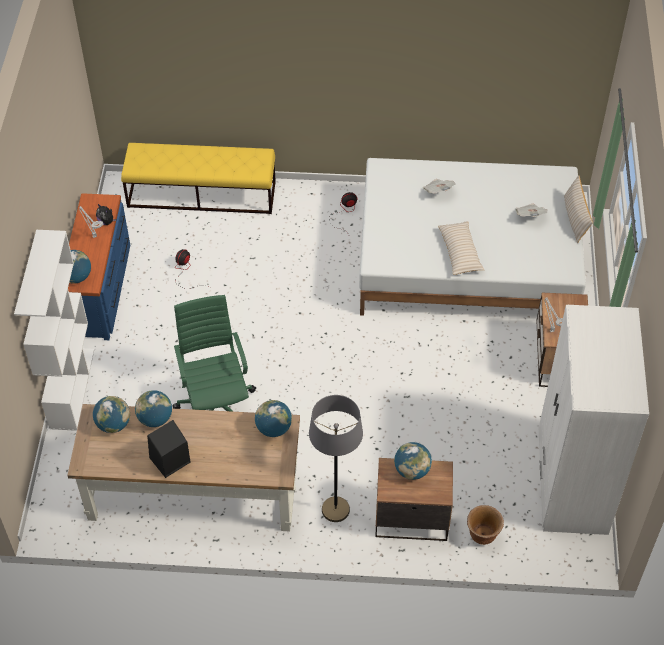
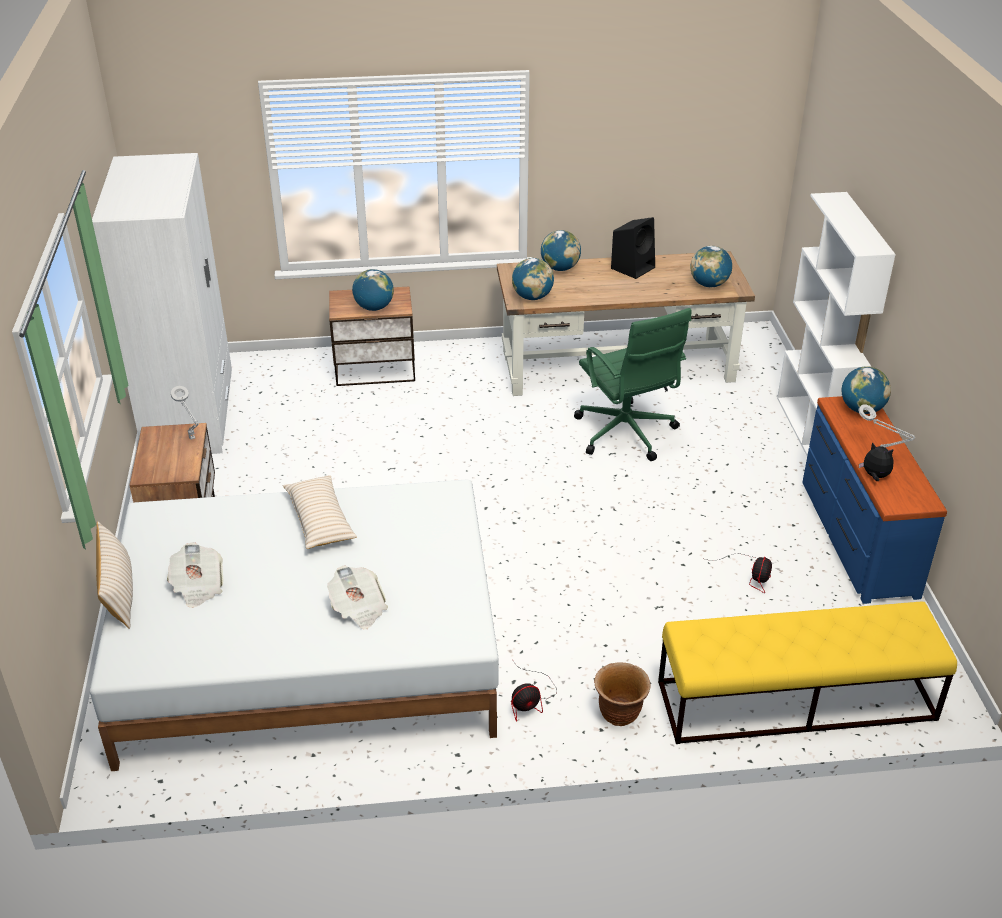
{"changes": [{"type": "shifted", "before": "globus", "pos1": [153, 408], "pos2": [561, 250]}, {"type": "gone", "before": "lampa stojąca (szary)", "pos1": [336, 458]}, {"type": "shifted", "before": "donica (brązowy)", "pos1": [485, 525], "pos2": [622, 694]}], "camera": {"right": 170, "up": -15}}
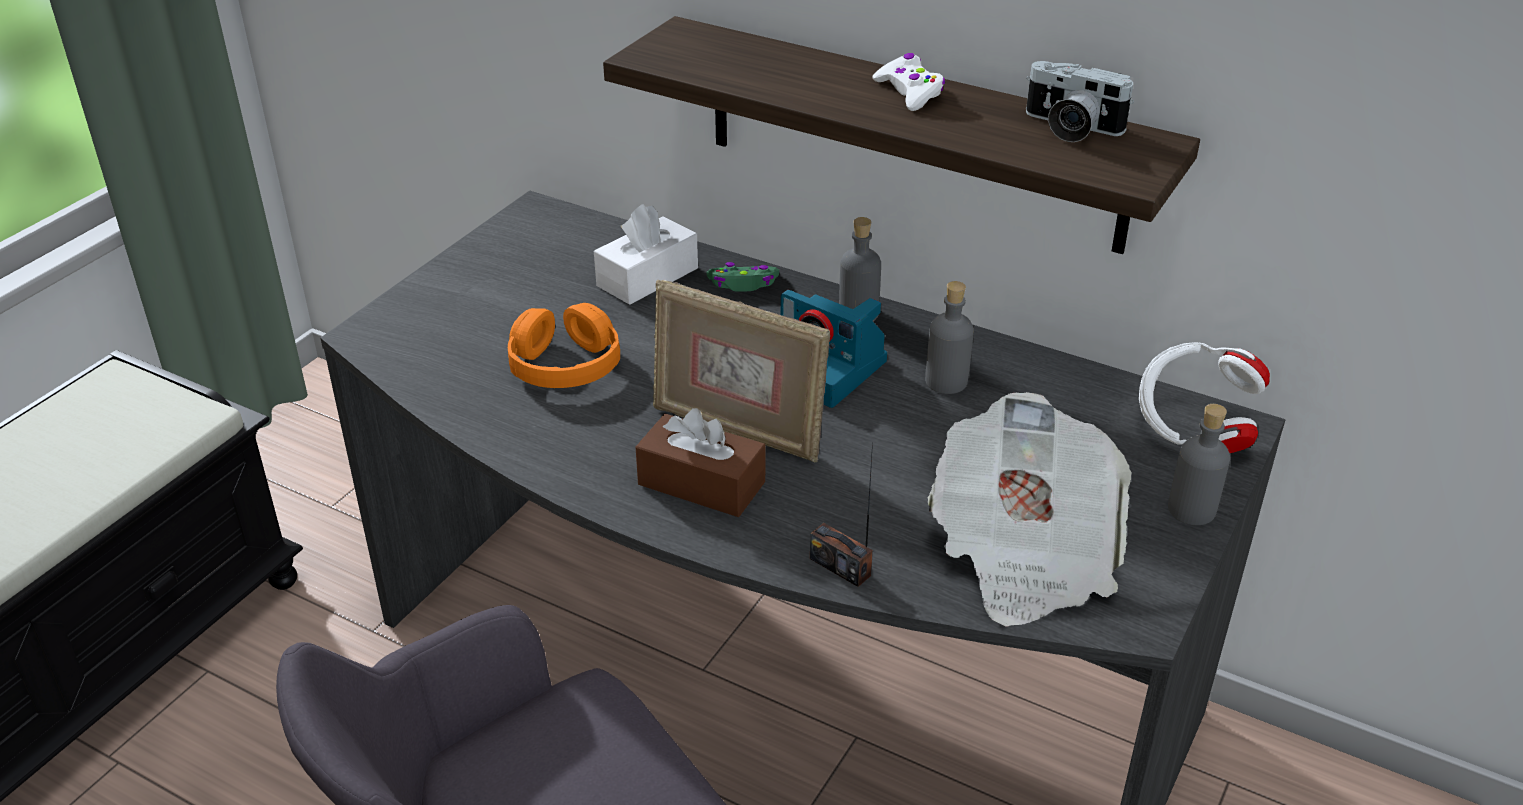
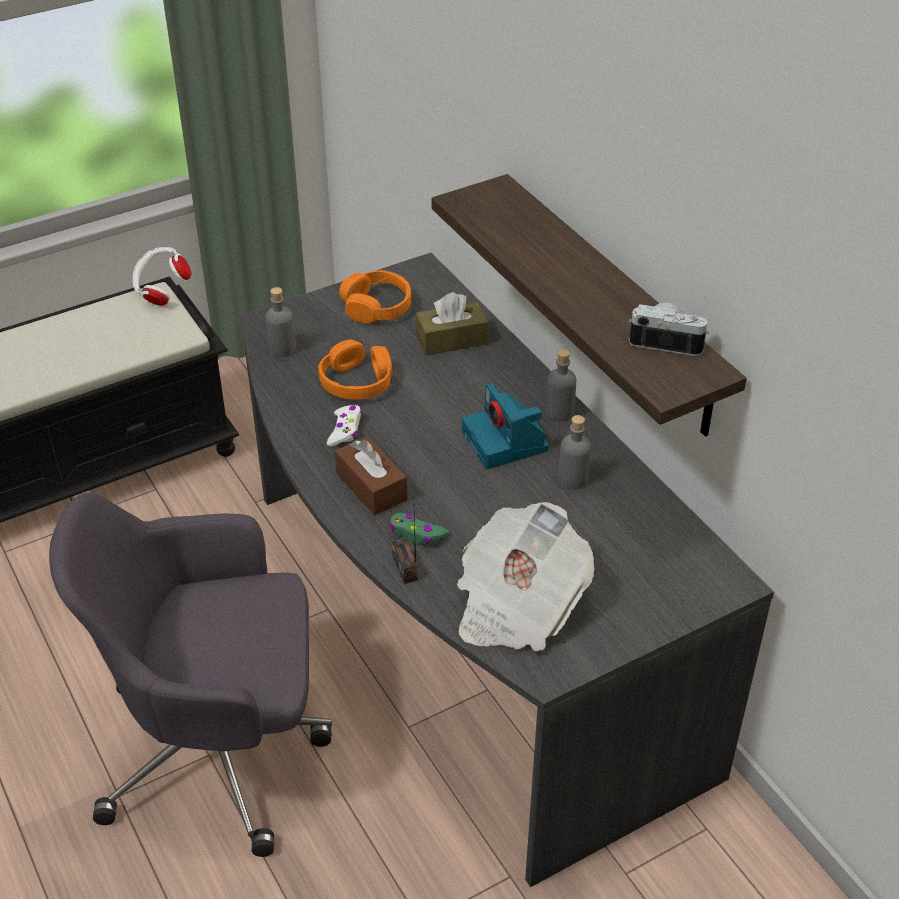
{"changes": [{"type": "shifted", "before": "pad do gier (biały)", "pos1": [908, 82], "pos2": [344, 426]}, {"type": "rotated", "before": "aparat fotograficzny", "pos1": [1080, 101], "pos2": [669, 329], "turn": 135}, {"type": "repainted", "before": "pudełko chusteczek (biały)", "after": "pudełko chusteczek (brązowy)", "pos1": [646, 254], "pos2": [452, 323]}, {"type": "shifted", "before": "pad do gier (zielony)", "pos1": [743, 277], "pos2": [419, 529]}, {"type": "gone", "before": "ramka na zdjęcie", "pos1": [741, 370]}, {"type": "shifted", "before": "słuchawki (biały)", "pos1": [1204, 397], "pos2": [162, 276]}, {"type": "shifted", "before": "butelka (szary)", "pos1": [1199, 464], "pos2": [280, 322]}, {"type": "new", "after": "słuchawki (pomarańczowy)", "pos2": [375, 297]}], "camera": {"right": 30, "up": 5}}
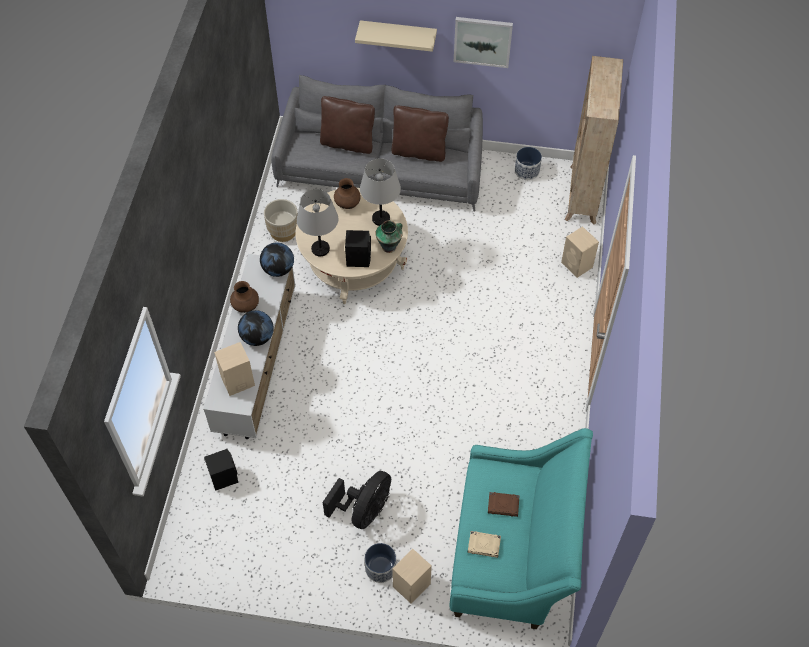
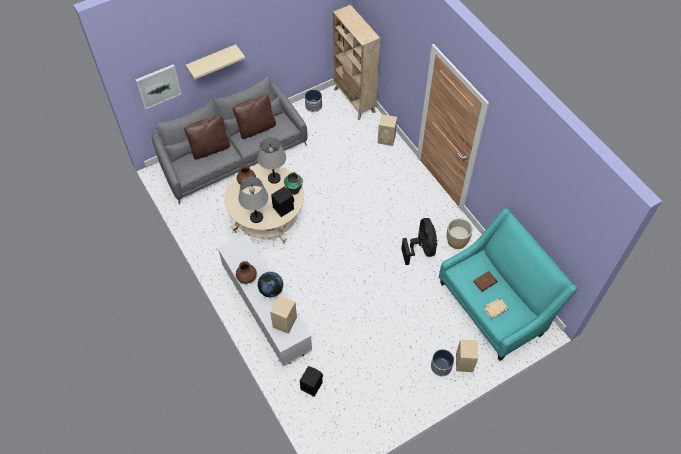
{"changes": [{"type": "shifted", "before": "obraz", "pos1": [483, 42], "pos2": [159, 87]}, {"type": "shifted", "before": "donica (beżowy)", "pos1": [281, 220], "pos2": [459, 233]}, {"type": "gone", "before": "globus", "pos1": [277, 259]}, {"type": "shifted", "before": "wentylator (czarny)", "pos1": [357, 500], "pos2": [419, 241]}], "camera": {"right": -40, "up": 0}}
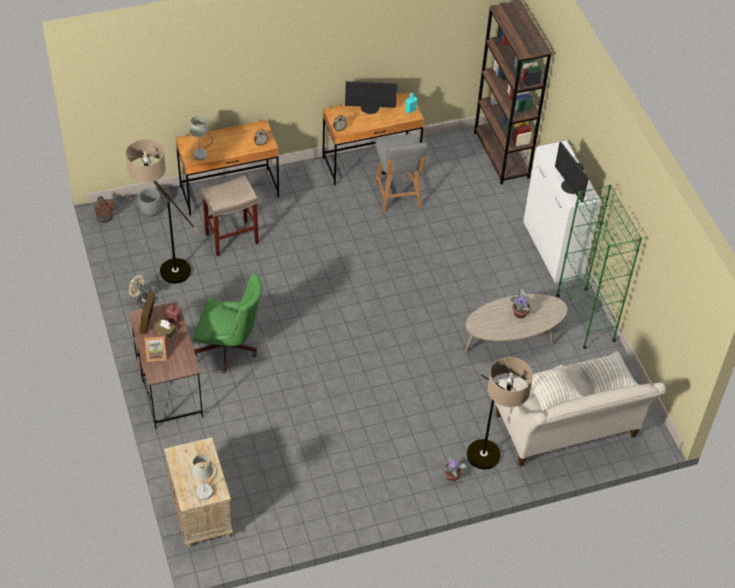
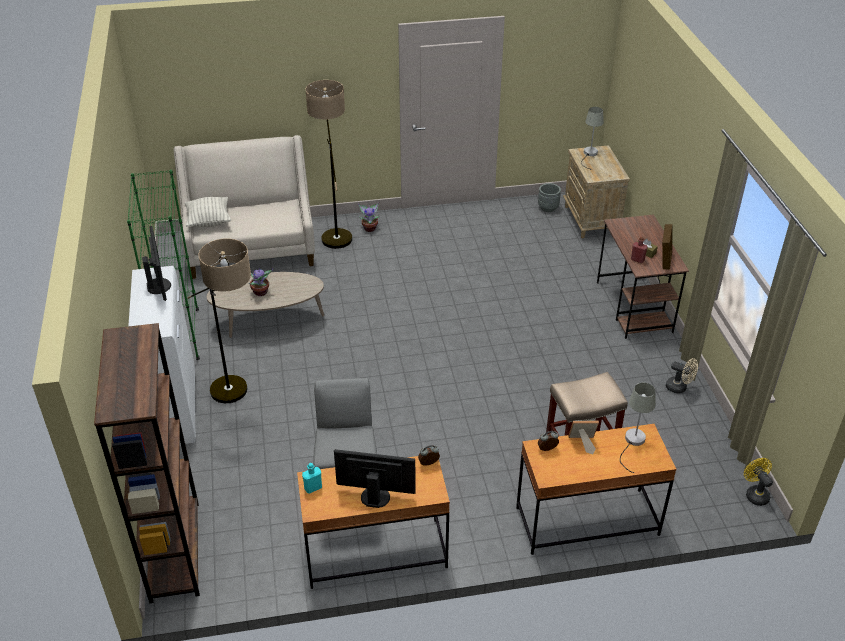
{"changes": [{"type": "shifted", "before": "lampa stojąca", "pos1": [162, 211], "pos2": [219, 320]}, {"type": "shifted", "before": "donica (szary)", "pos1": [149, 202], "pos2": [549, 197]}, {"type": "repainted", "before": "wentylator (brązowy)", "after": "wentylator (żółty)", "pos1": [105, 209], "pos2": [758, 482]}, {"type": "gone", "before": "krzesło biurowe (zielony)", "pos1": [227, 324]}, {"type": "shifted", "before": "ramka na zdjęcie", "pos1": [156, 349], "pos2": [583, 437]}, {"type": "gone", "before": "poduszka", "pos1": [552, 388]}], "camera": {"right": -170, "up": -10}}
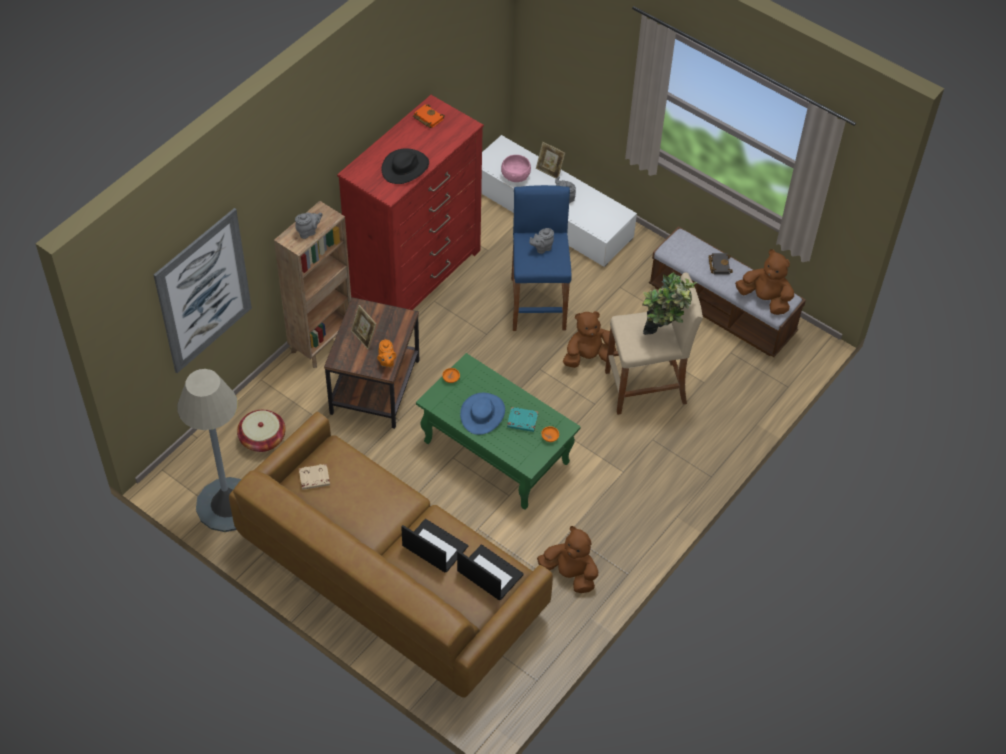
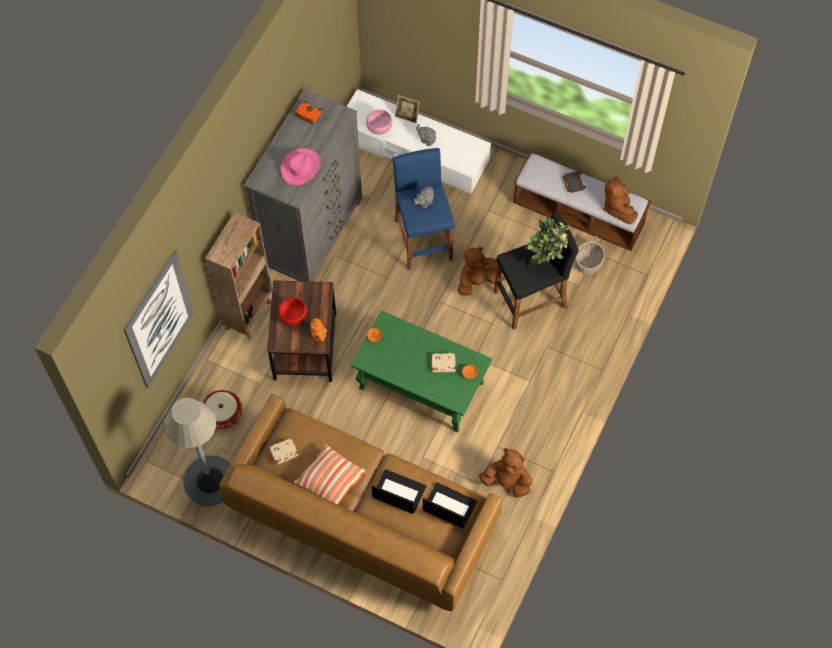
{"changes": [{"type": "repainted", "before": "komoda (czerwony)", "after": "komoda (szary)", "pos1": [410, 202], "pos2": [303, 186]}, {"type": "repainted", "before": "kapelusz (czarny)", "after": "kapelusz (różowy)", "pos1": [405, 166], "pos2": [301, 166]}, {"type": "gone", "before": "imbryk (szary)", "pos1": [309, 225]}, {"type": "rotated", "before": "pluszak (brązowy)", "pos1": [764, 282], "pos2": [620, 200], "turn": -120}, {"type": "repainted", "before": "stołek (beżowy)", "after": "stołek (czarny)", "pos1": [654, 344], "pos2": [536, 270]}, {"type": "swapped", "before": "ramka na zdjęcie", "after": "miska (czerwony)", "pos1": [363, 327], "pos2": [293, 312]}, {"type": "gone", "before": "kapelusz (niebieski)", "pos1": [482, 414]}, {"type": "repainted", "before": "książka (turkusowy)", "after": "książka (beżowy)", "pos1": [522, 419], "pos2": [443, 362]}, {"type": "new", "after": "koszyk", "pos2": [590, 255]}, {"type": "new", "after": "poduszka", "pos2": [331, 474]}], "camera": {"right": -10, "up": 10}}
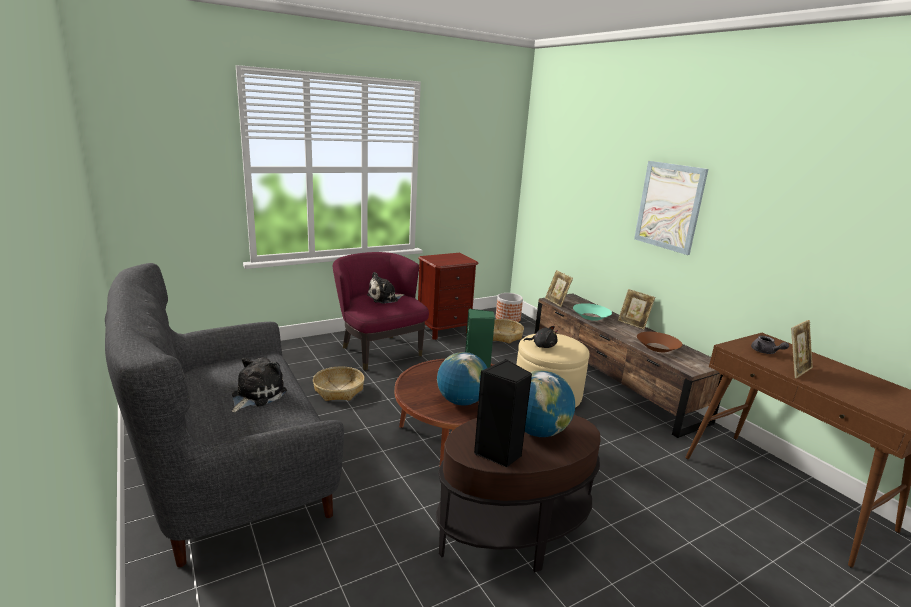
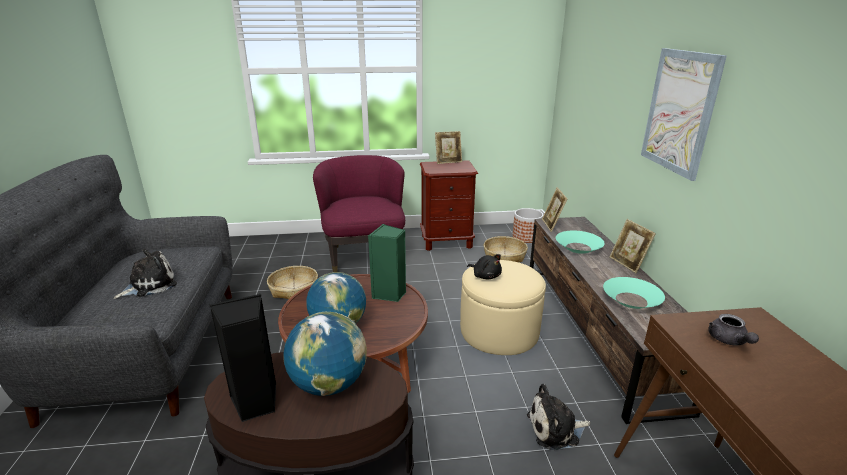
{"changes": [{"type": "shifted", "before": "pluszak", "pos1": [385, 288], "pos2": [558, 417]}, {"type": "shifted", "before": "ramka na zdjęcie", "pos1": [802, 349], "pos2": [448, 147]}, {"type": "repainted", "before": "miska (brązowy)", "after": "miska (turkusowy)", "pos1": [659, 342], "pos2": [634, 293]}], "camera": {"right": 25, "up": 5}}
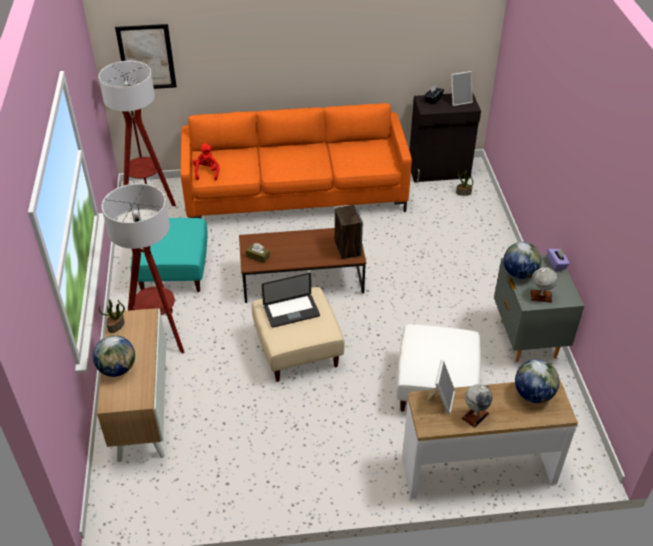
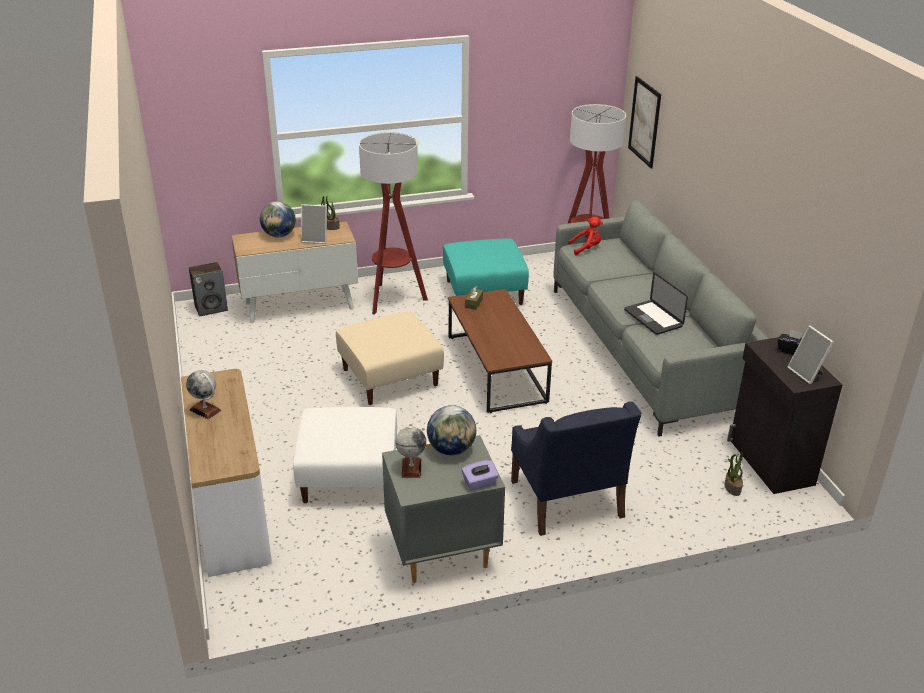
{"changes": [{"type": "repainted", "before": "kanapa (pomarańczowy)", "after": "kanapa (szary)", "pos1": [296, 160], "pos2": [660, 318]}, {"type": "shifted", "before": "głośnik", "pos1": [349, 231], "pos2": [208, 289]}, {"type": "shifted", "before": "laptop", "pos1": [291, 300], "pos2": [656, 303]}, {"type": "gone", "before": "globus", "pos1": [537, 381]}, {"type": "shifted", "before": "ramka na zdjęcie", "pos1": [440, 387], "pos2": [314, 224]}, {"type": "new", "after": "fotel (niebieski)", "pos2": [576, 469]}], "camera": {"right": 80, "up": -10}}
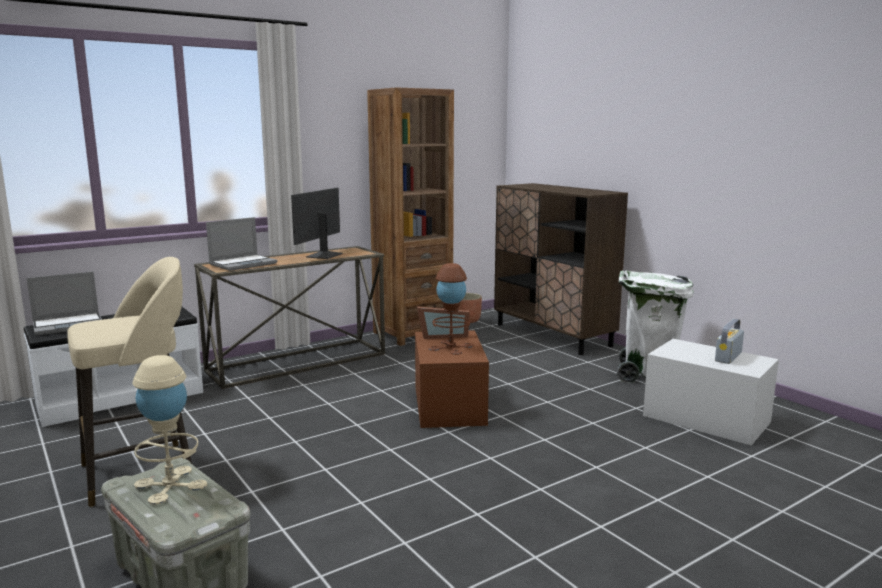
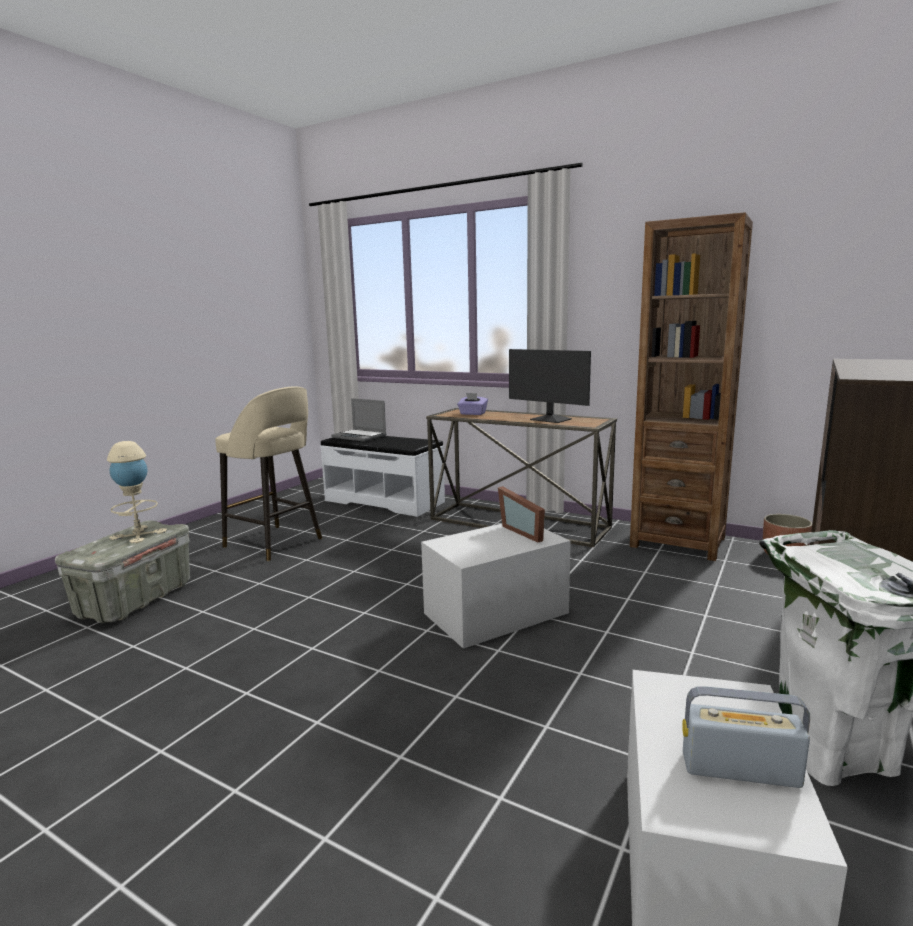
{"changes": [{"type": "rotated", "before": "monitor", "pos1": [317, 223], "pos2": [550, 386], "turn": -135}, {"type": "swapped", "before": "laptop", "after": "pudełko chusteczek (fioletowy)", "pos1": [241, 244], "pos2": [472, 404]}, {"type": "gone", "before": "lampa stołowa (brązowy)", "pos1": [451, 309]}, {"type": "repainted", "before": "pojemnik do przechowywania (brązowy)", "after": "pojemnik do przechowywania (biały)", "pos1": [452, 379], "pos2": [496, 586]}], "camera": {"right": 65, "up": 0}}
